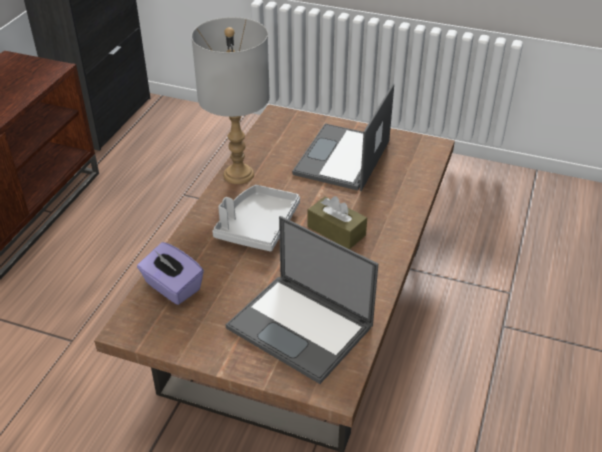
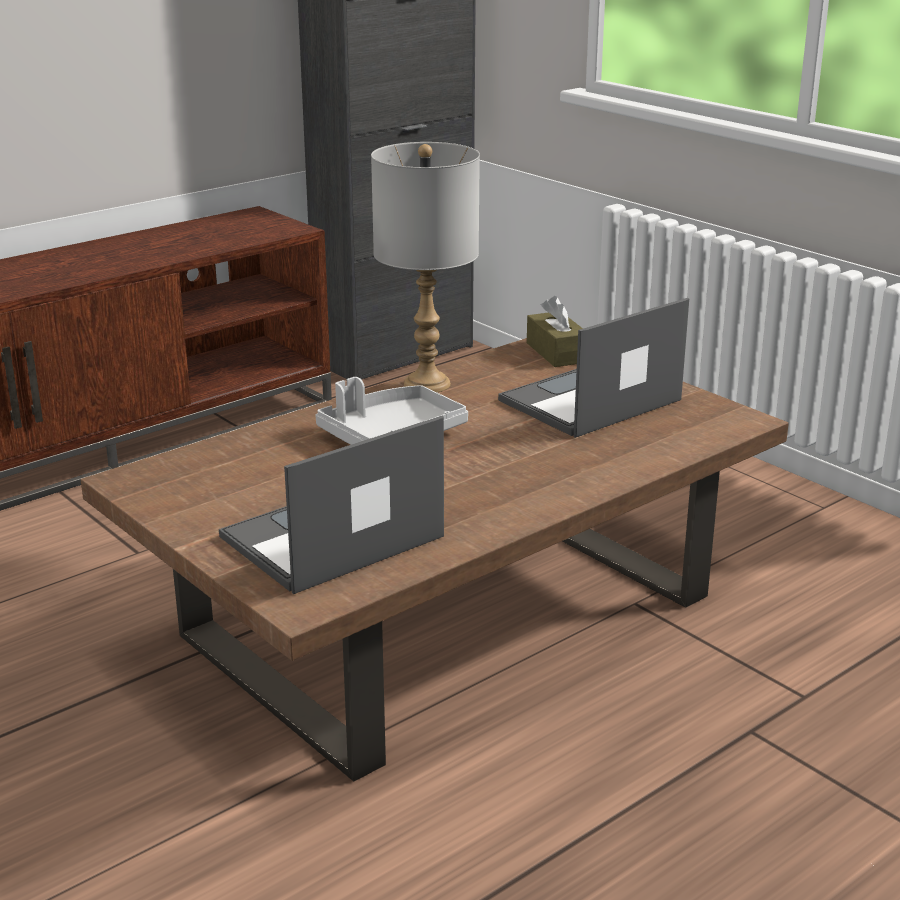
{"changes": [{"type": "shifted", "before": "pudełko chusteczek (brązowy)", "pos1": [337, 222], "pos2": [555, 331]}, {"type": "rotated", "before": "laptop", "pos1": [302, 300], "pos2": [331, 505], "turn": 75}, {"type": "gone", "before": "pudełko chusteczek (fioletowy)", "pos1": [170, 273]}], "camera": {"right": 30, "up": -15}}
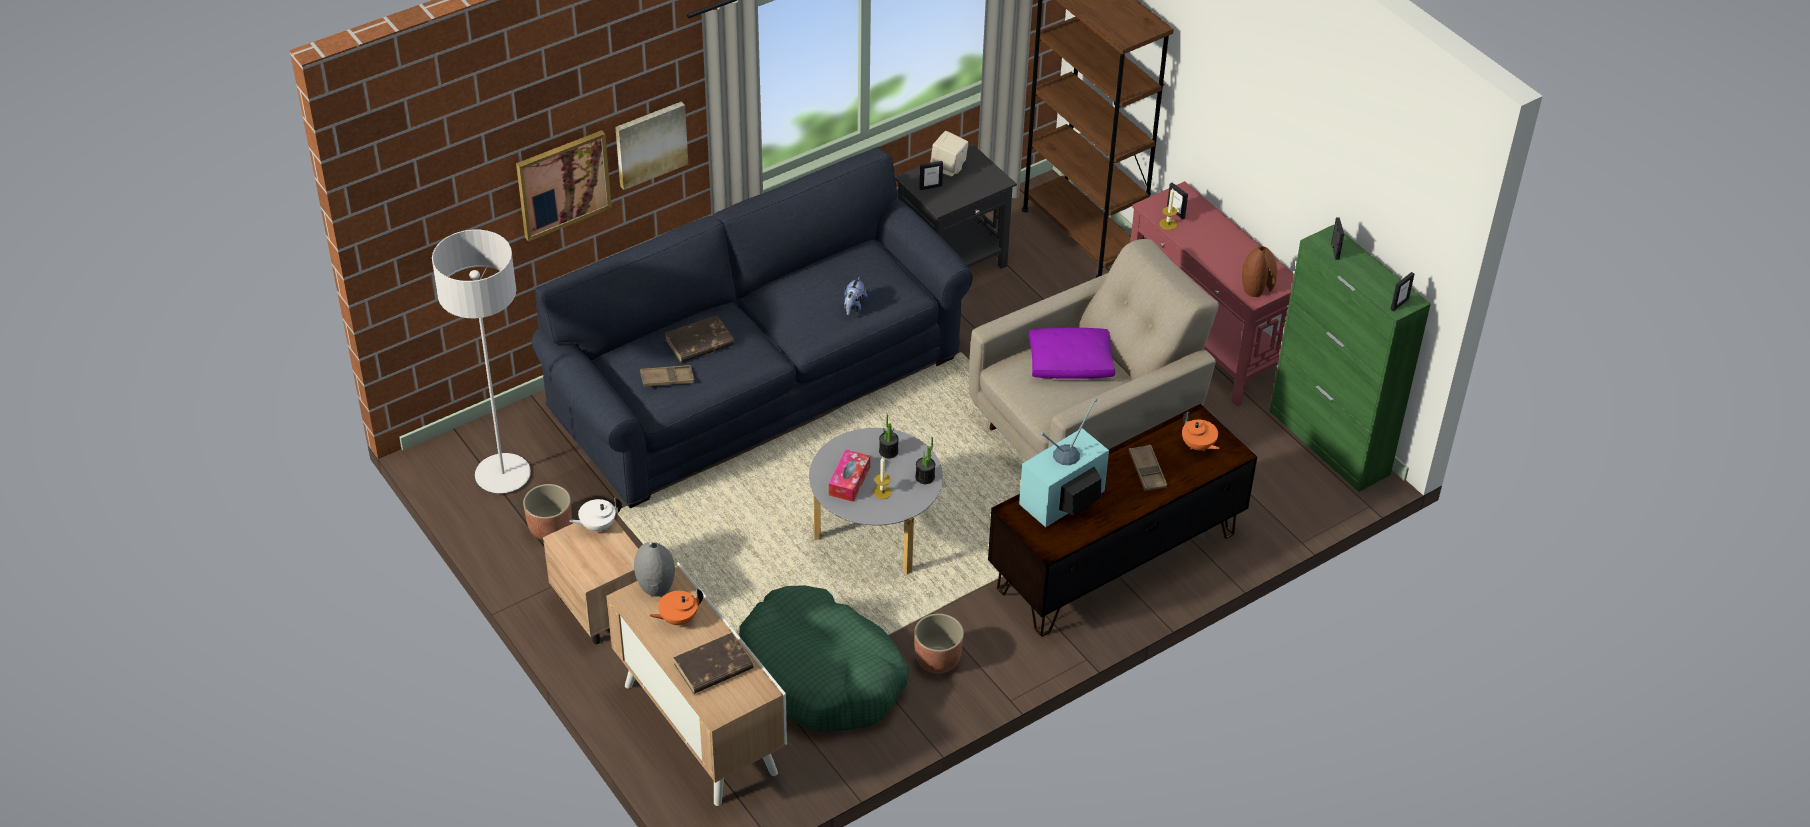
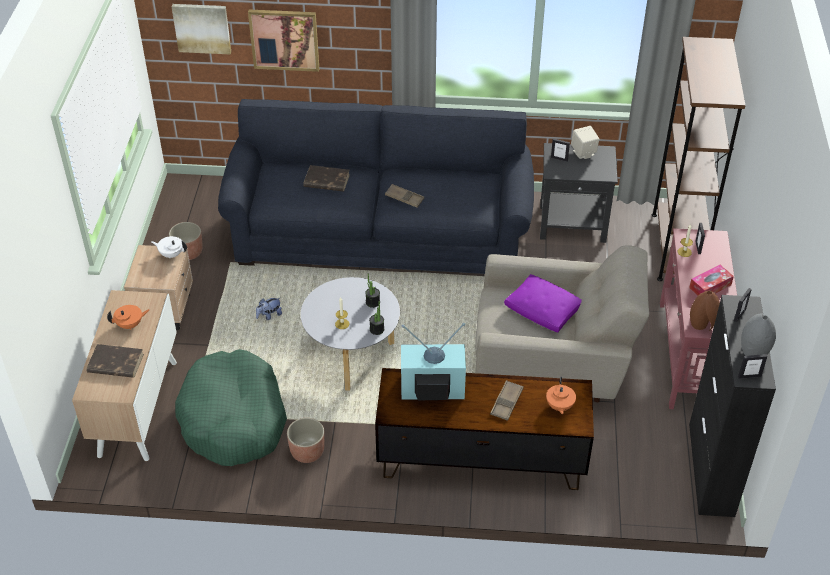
{"changes": [{"type": "shifted", "before": "obraz", "pos1": [651, 145], "pos2": [201, 29]}, {"type": "repainted", "before": "szafka (zielony)", "after": "szafka (czarny)", "pos1": [1350, 358], "pos2": [732, 406]}, {"type": "gone", "before": "lampa stojąca (szary)", "pos1": [481, 361]}, {"type": "shifted", "before": "pluszak", "pos1": [855, 295], "pos2": [269, 308]}, {"type": "shifted", "before": "taca (brązowy)", "pos1": [667, 376], "pos2": [404, 196]}, {"type": "shifted", "before": "pudełko chusteczek", "pos1": [849, 476], "pos2": [711, 280]}, {"type": "shifted", "before": "wazon (szary)", "pos1": [654, 569], "pos2": [758, 334]}, {"type": "rotated", "before": "imbryk (pomarańczowy)", "pos1": [676, 607], "pos2": [128, 317], "turn": 150}], "camera": {"right": 40, "up": 0}}
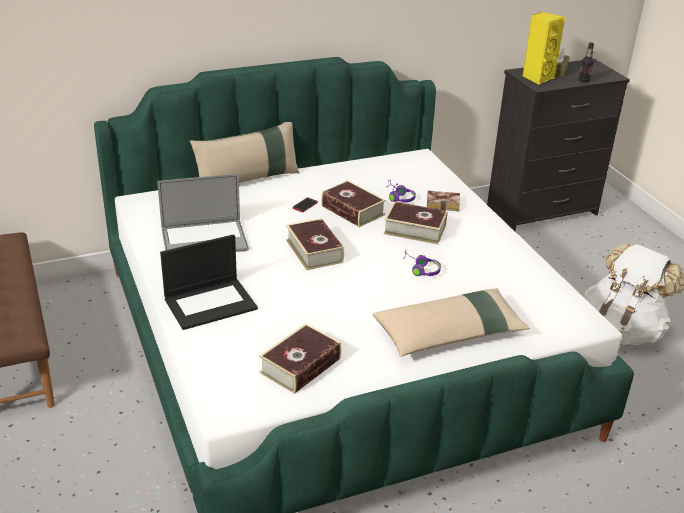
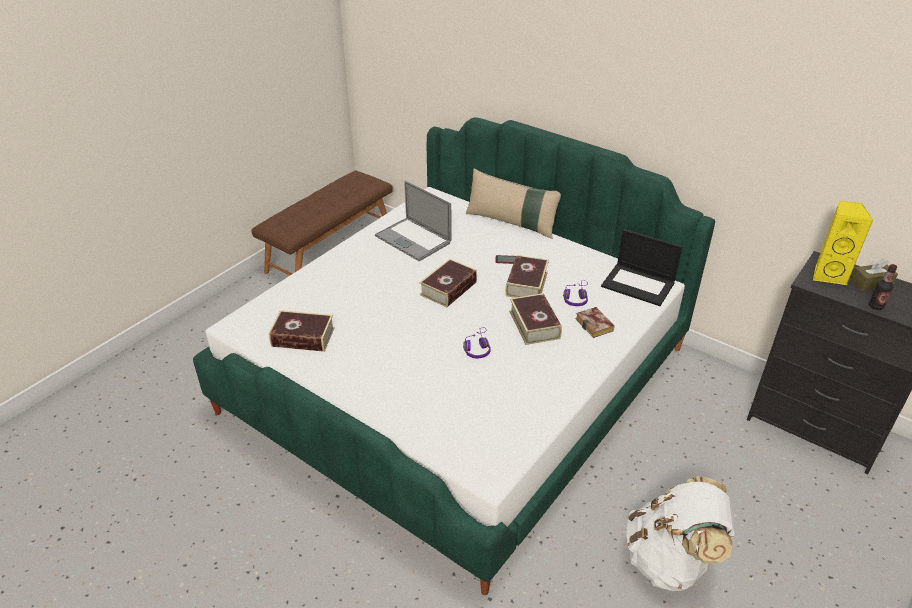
{"changes": [{"type": "shifted", "before": "laptop", "pos1": [209, 282], "pos2": [641, 267]}, {"type": "gone", "before": "poduszka (beżowy)", "pos1": [451, 322]}], "camera": {"right": 60, "up": 5}}
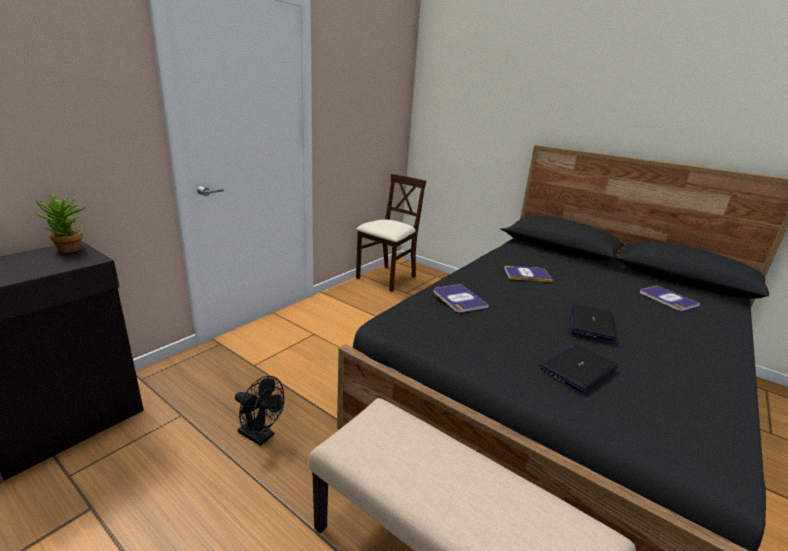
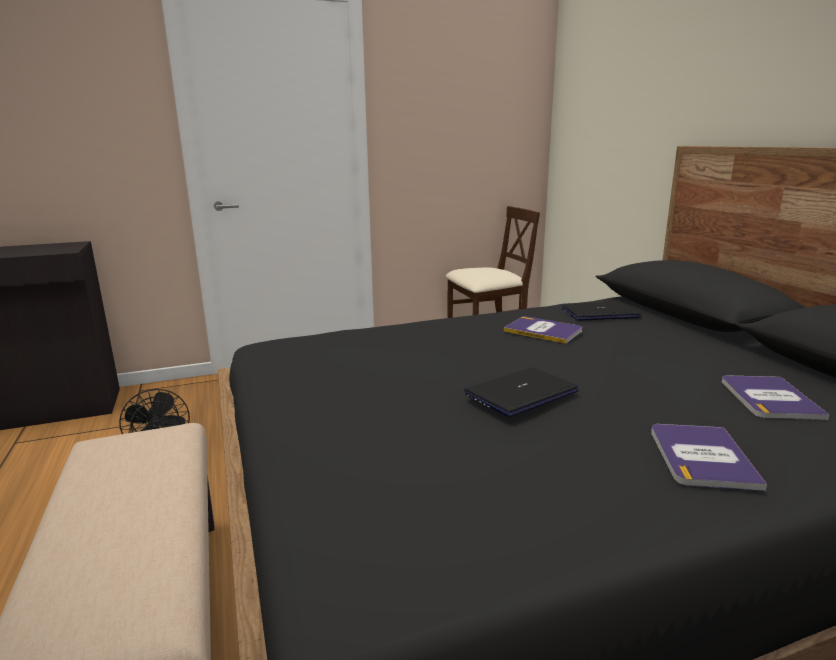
{"changes": [{"type": "gone", "before": "roślina doniczkowa", "pos1": [60, 223]}, {"type": "shifted", "before": "książka", "pos1": [461, 298], "pos2": [709, 457]}, {"type": "shifted", "before": "laptop", "pos1": [578, 369], "pos2": [602, 311]}], "camera": {"right": 35, "up": -5}}
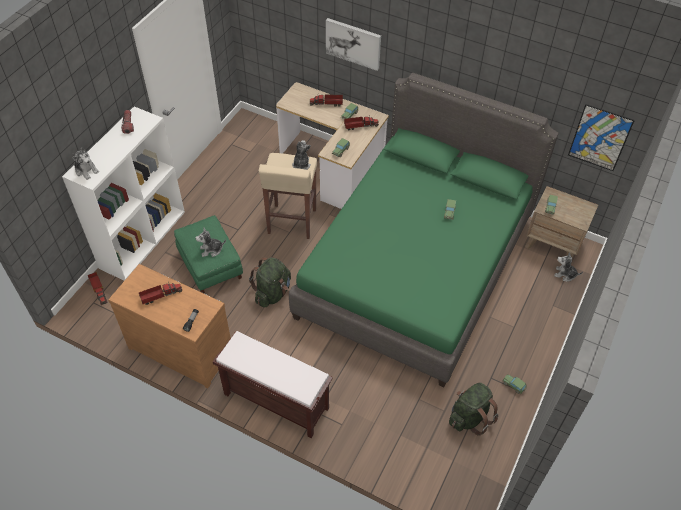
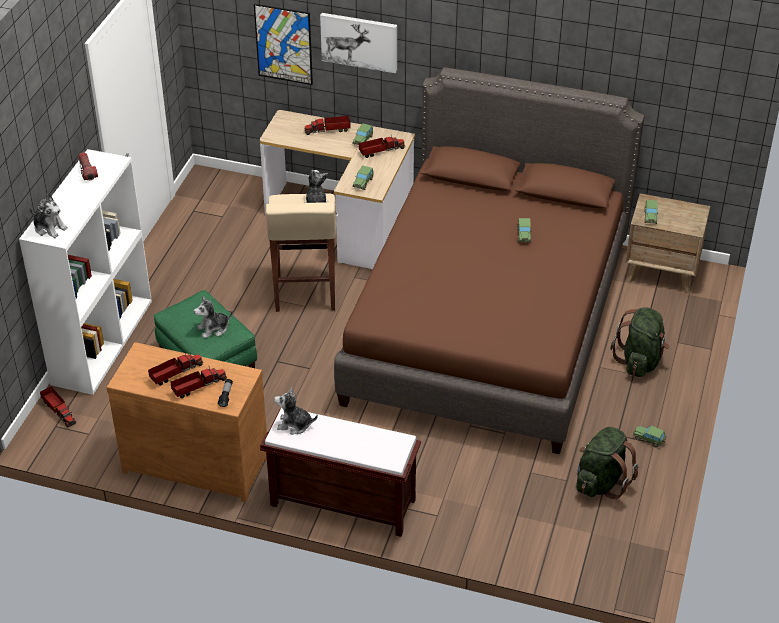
{"changes": [{"type": "repainted", "before": "łóżko (zielony)", "after": "łóżko (brązowy)", "pos1": [424, 230], "pos2": [489, 260]}, {"type": "shifted", "before": "obraz", "pos1": [601, 137], "pos2": [283, 44]}, {"type": "shifted", "before": "pluszak", "pos1": [568, 266], "pos2": [296, 410]}, {"type": "shifted", "before": "plecak (zielony)", "pos1": [270, 282], "pos2": [640, 342]}, {"type": "new", "after": "ciężarówka zabawkowa", "pos2": [198, 383]}], "camera": {"right": -10, "up": -10}}
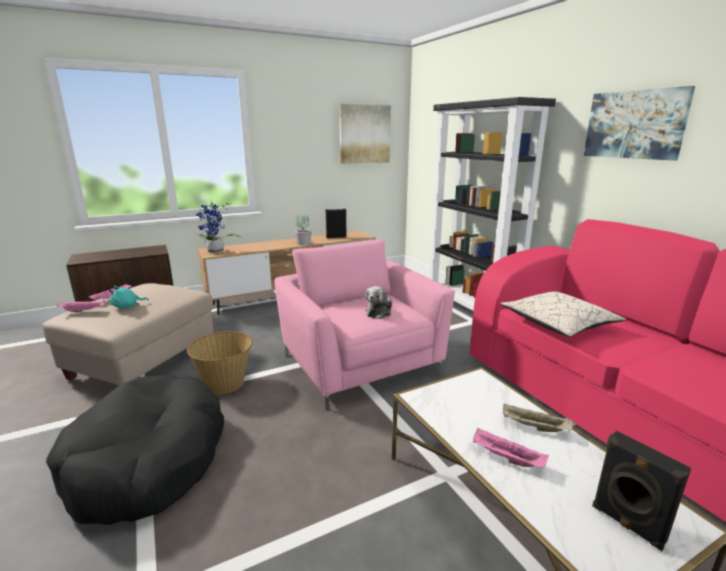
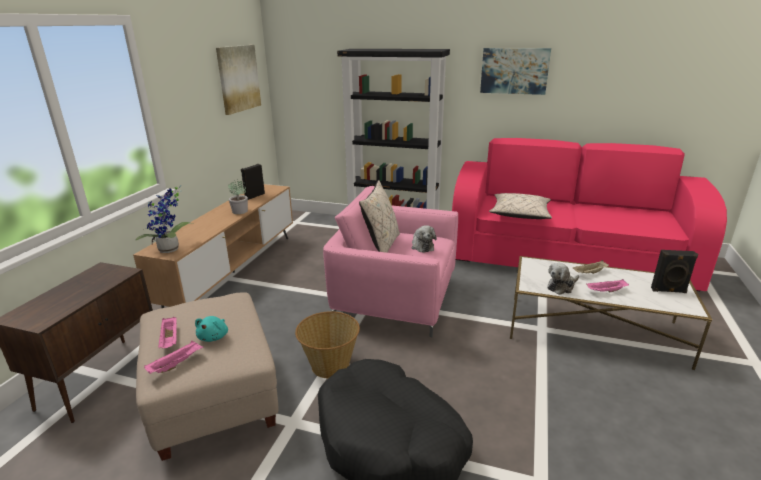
{"changes": [{"type": "new", "after": "poduszka (beżowy)", "pos2": [379, 216]}, {"type": "new", "after": "pluszak", "pos2": [563, 279]}], "camera": {"right": -45, "up": 5}}
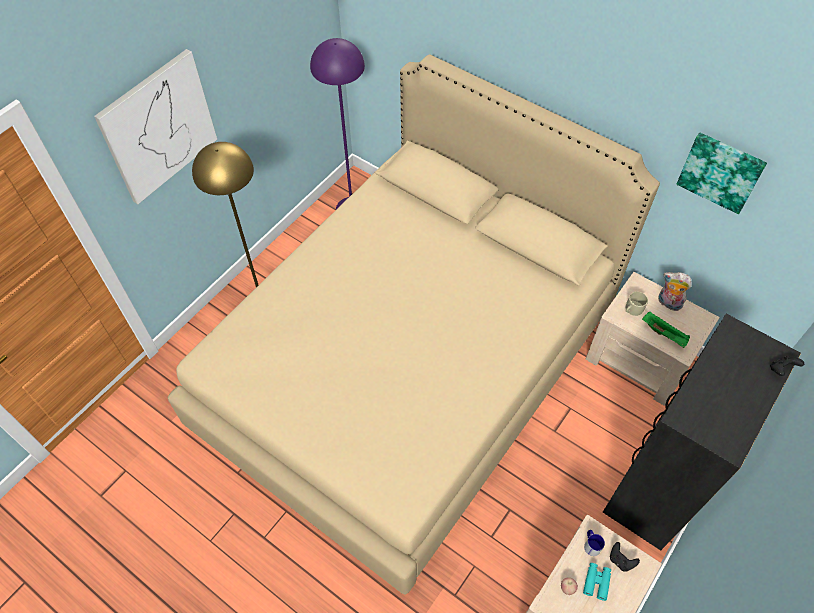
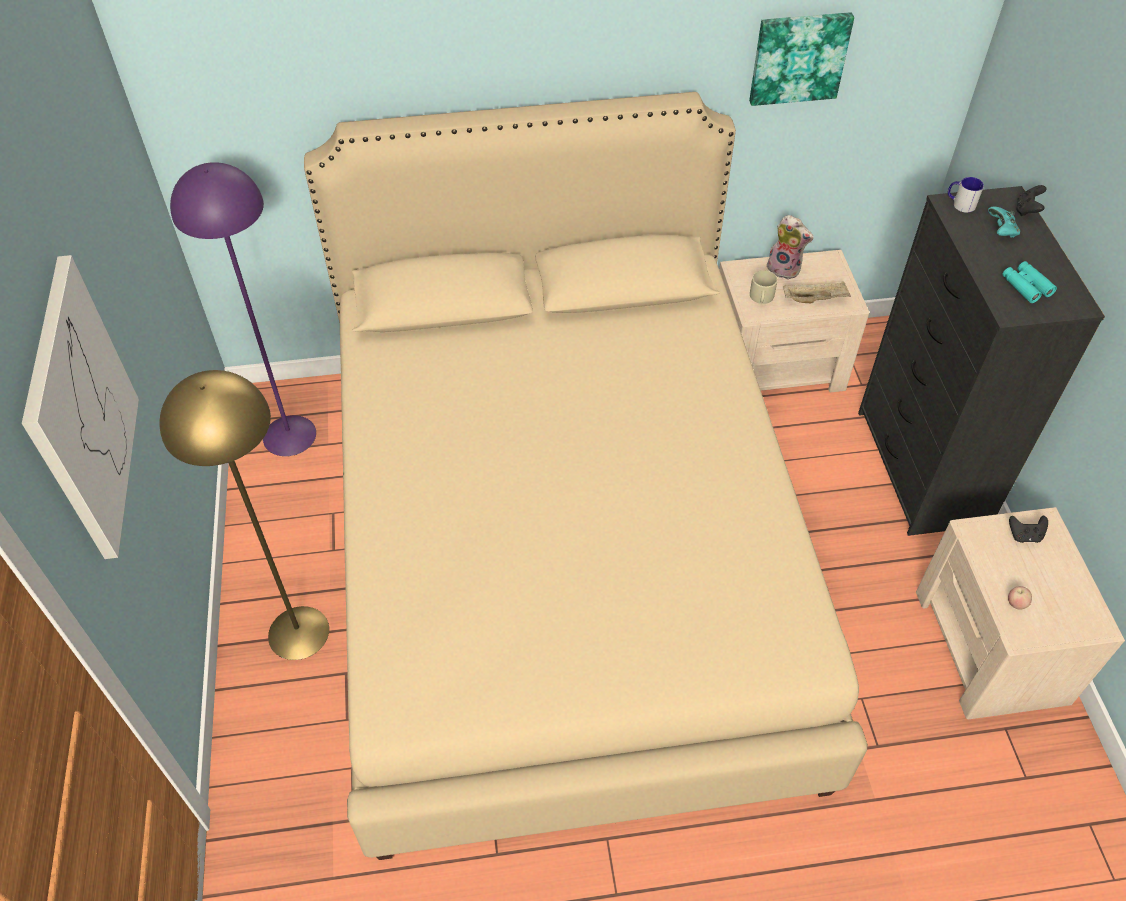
{"changes": [{"type": "rotated", "before": "pluszak", "pos1": [675, 291], "pos2": [789, 247], "turn": -135}, {"type": "repainted", "before": "taca (zielony)", "after": "taca (beżowy)", "pos1": [666, 330], "pos2": [817, 292]}, {"type": "shifted", "before": "kubek", "pos1": [594, 543], "pos2": [966, 195]}, {"type": "shifted", "before": "lornetka (turkusowy)", "pos1": [597, 582], "pos2": [1029, 282]}, {"type": "new", "after": "pad do gier (turkusowy)", "pos2": [1004, 222]}], "camera": {"right": -45, "up": -5}}
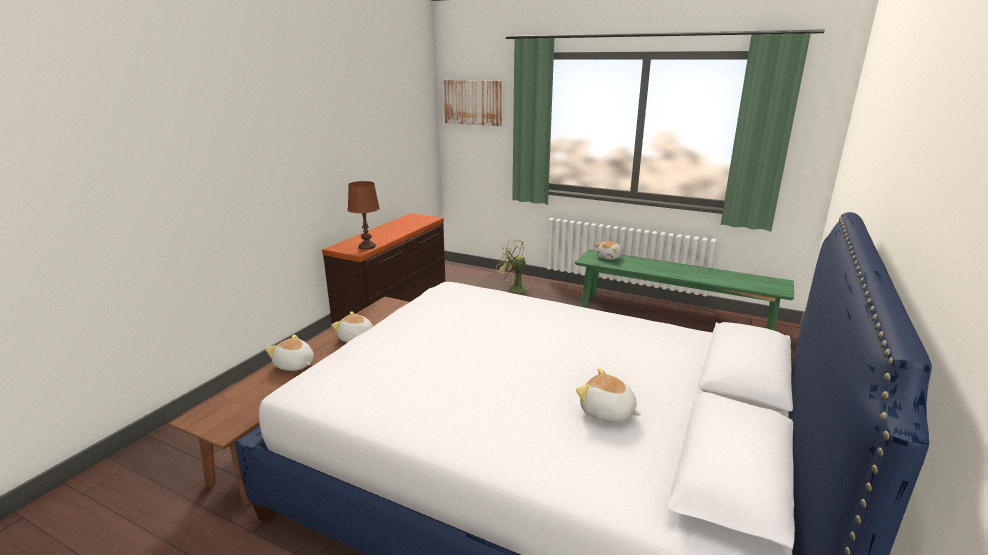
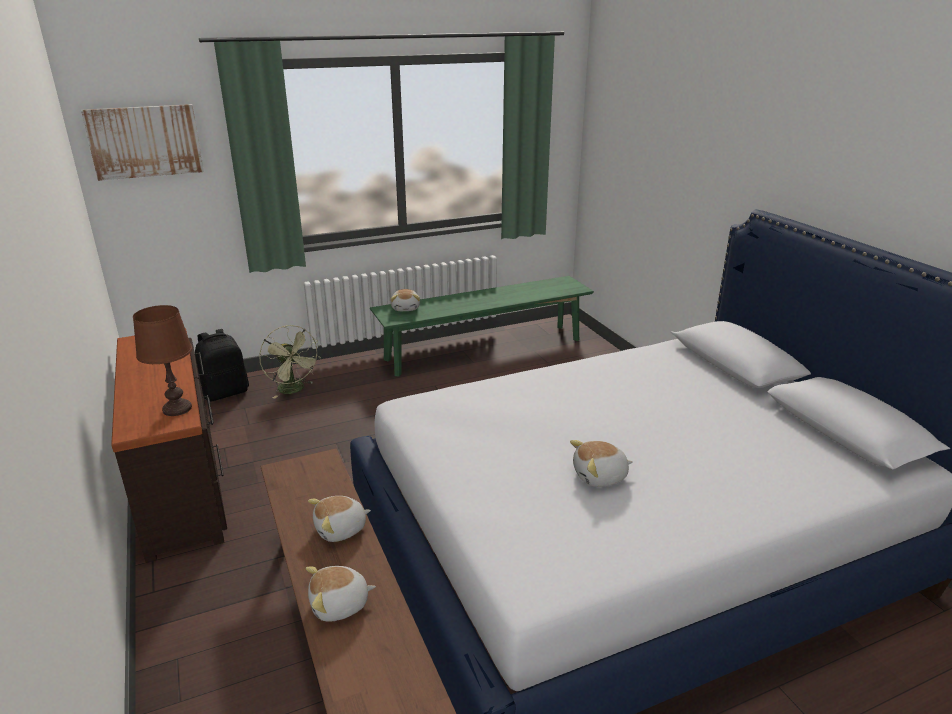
{"changes": [{"type": "rotated", "before": "wentylator (zielony)", "pos1": [512, 267], "pos2": [289, 362], "turn": -105}, {"type": "shifted", "before": "pluszak", "pos1": [608, 395], "pos2": [601, 463]}, {"type": "new", "after": "plecak (czarny)", "pos2": [222, 365]}], "camera": {"right": -50, "up": 5}}
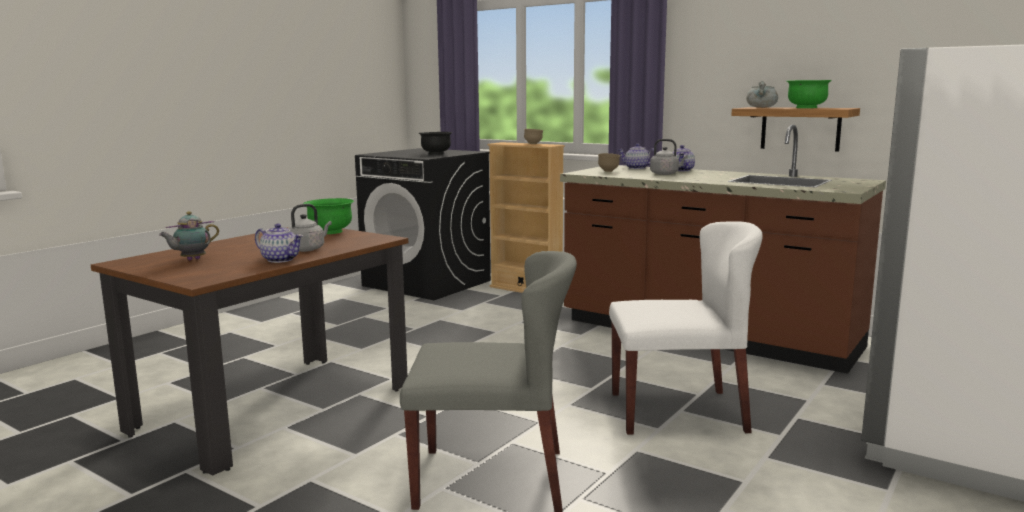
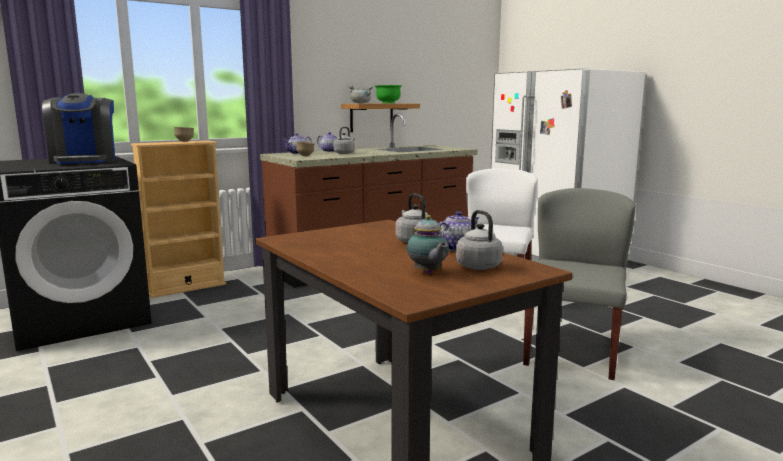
{"changes": [{"type": "swapped", "before": "miska (czarny)", "after": "ekspres do kawy", "pos1": [435, 143], "pos2": [79, 128]}, {"type": "gone", "before": "miska (zielony)", "pos1": [328, 216]}, {"type": "new", "after": "czajnik (szary)", "pos2": [479, 240]}], "camera": {"right": -70, "up": 0}}
